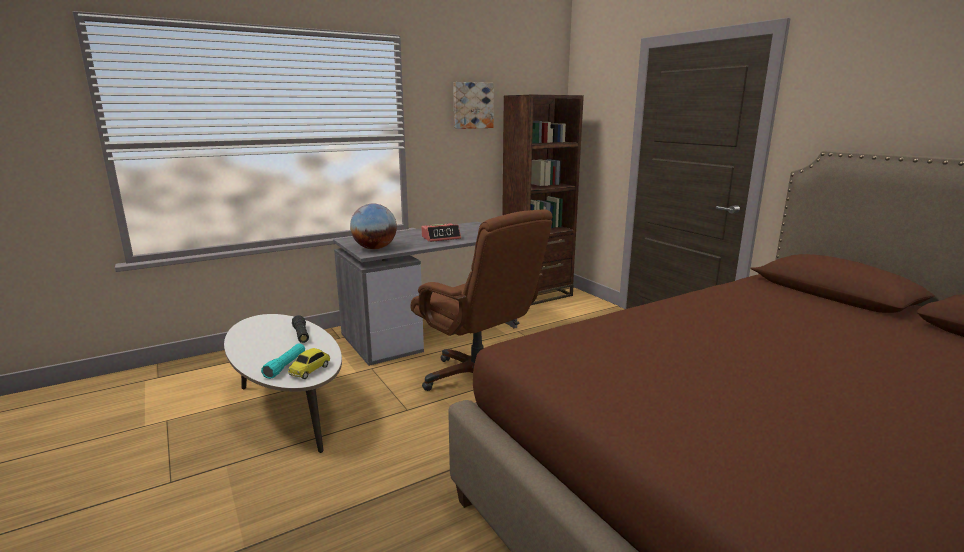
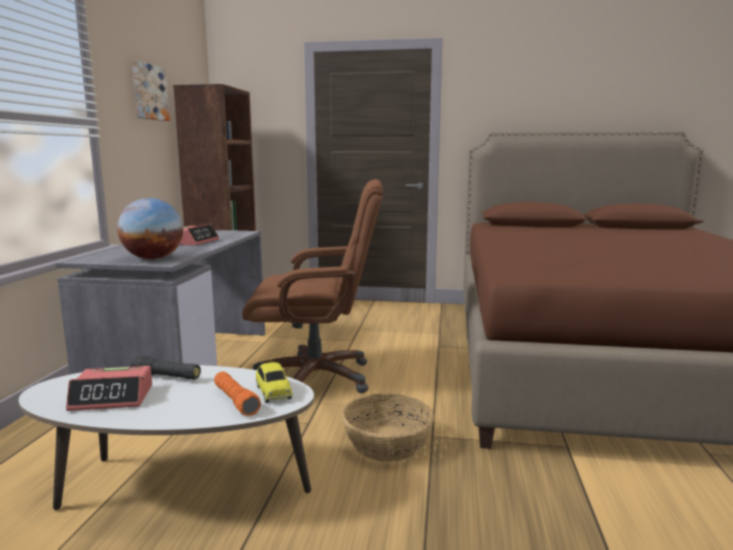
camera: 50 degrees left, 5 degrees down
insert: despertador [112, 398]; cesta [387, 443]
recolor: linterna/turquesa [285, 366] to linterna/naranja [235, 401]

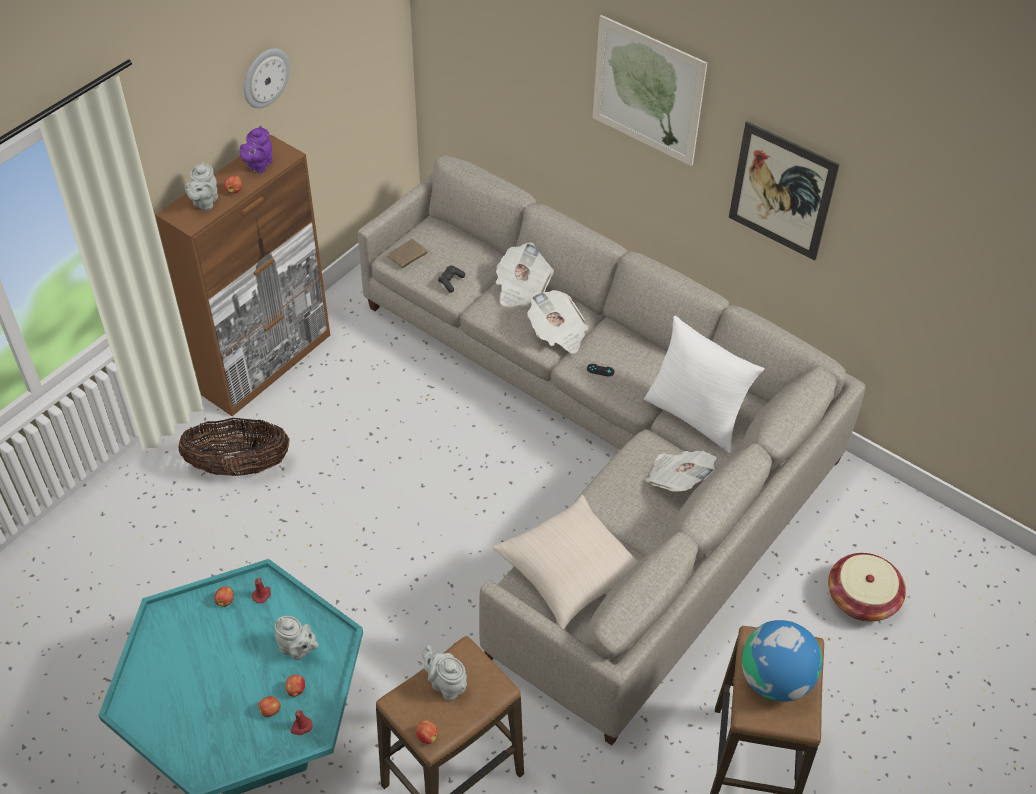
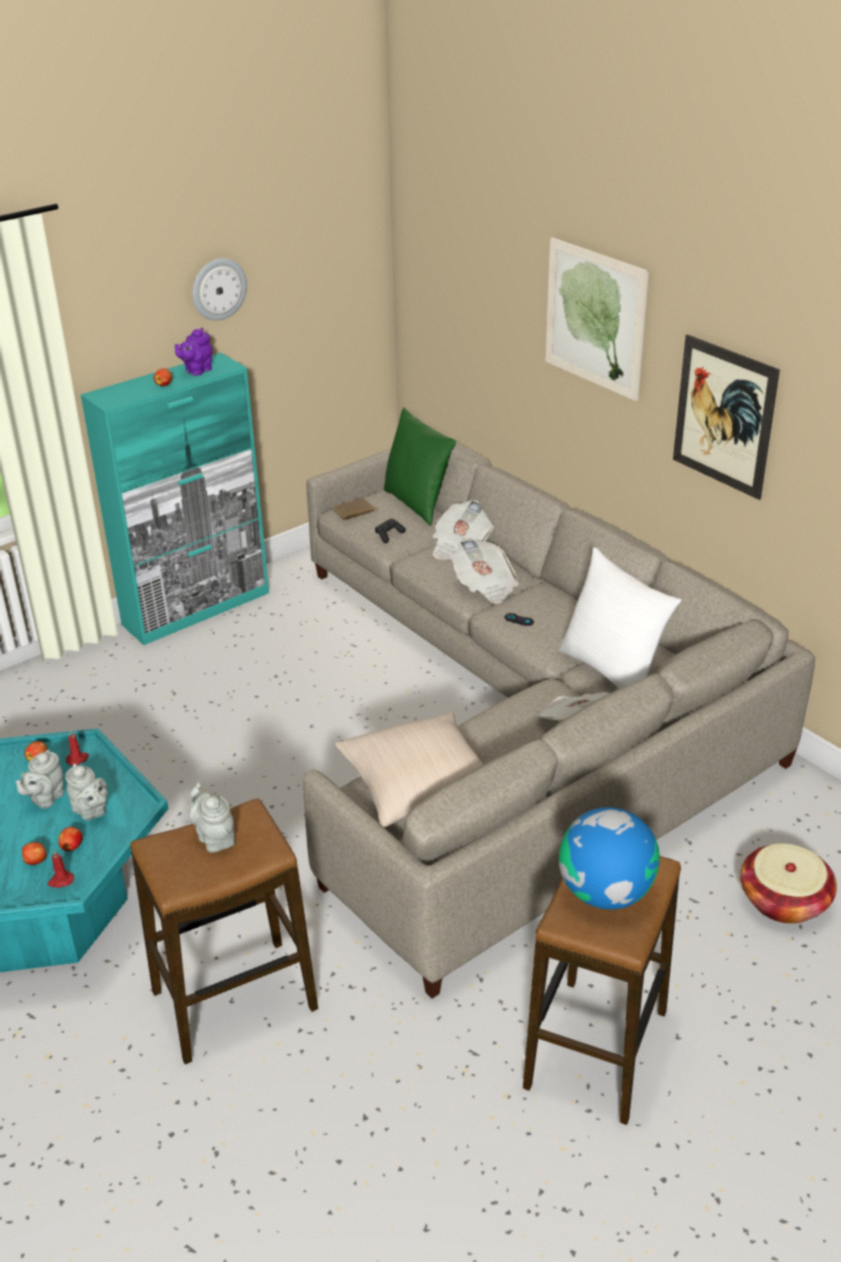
camera: 15 degrees right, 15 degrees down
delete: cesta [239, 466]; manzana [427, 736]
insert: cojín/verde [417, 504]
move: tetera/gris [204, 203] to [45, 798]
recolor: armario/marrón [268, 364] to armario/turquesa [197, 608]

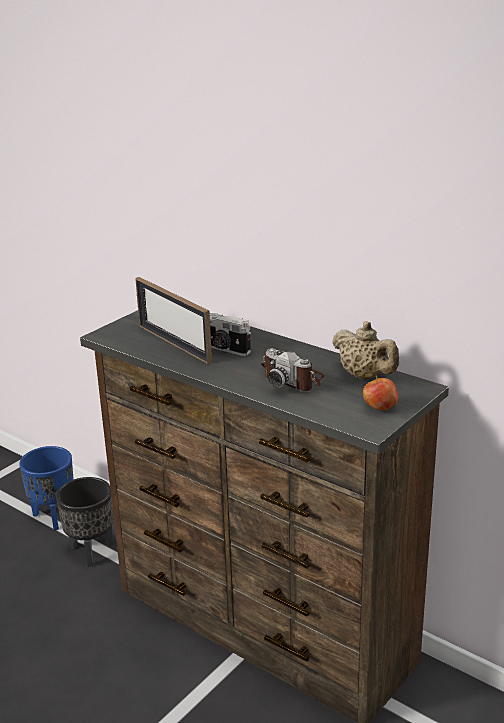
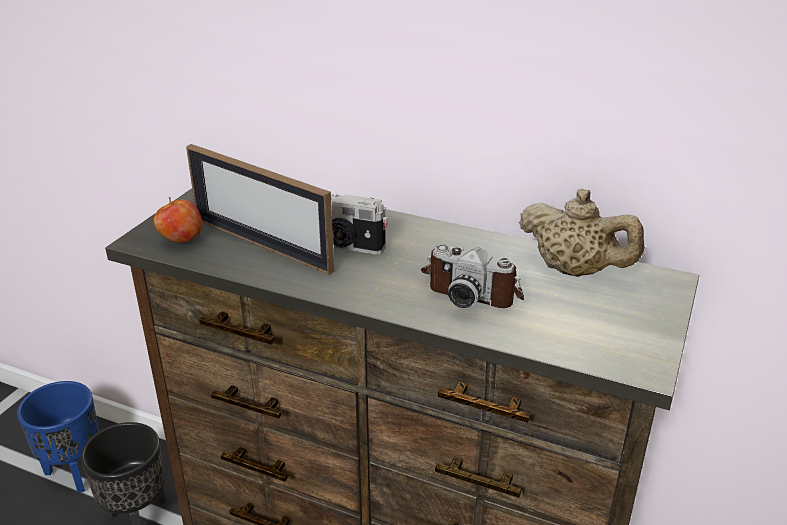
camera: 15 degrees left, 5 degrees up
move: manzana [379, 408] to [181, 240]

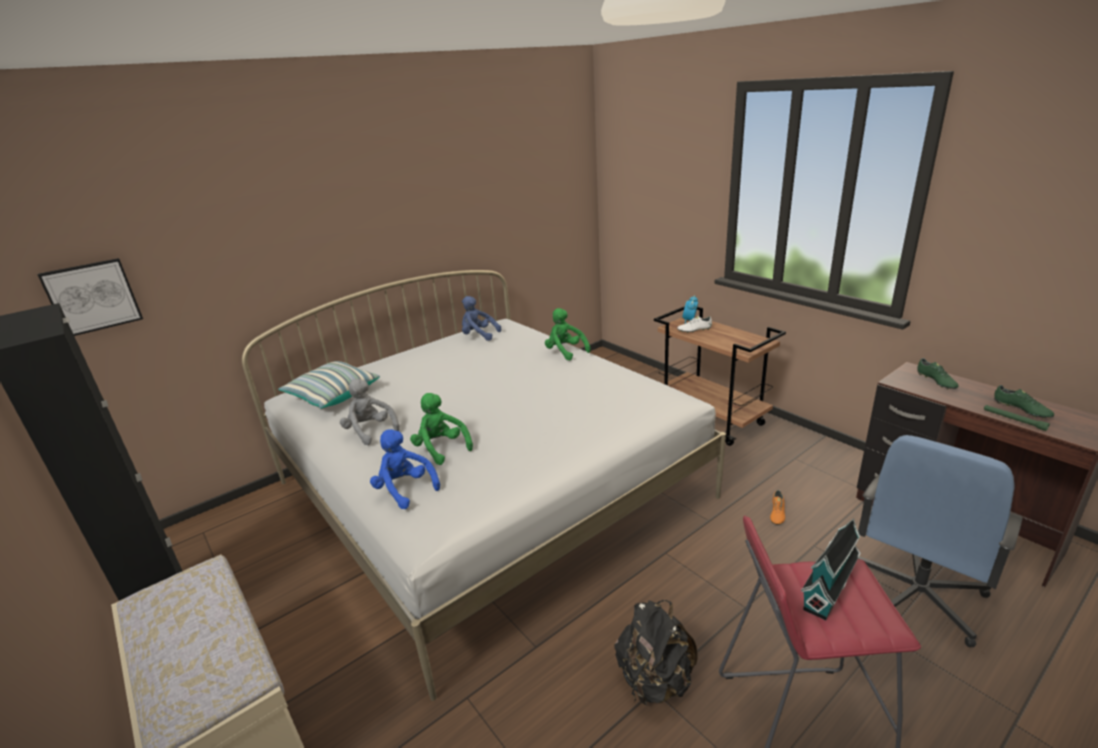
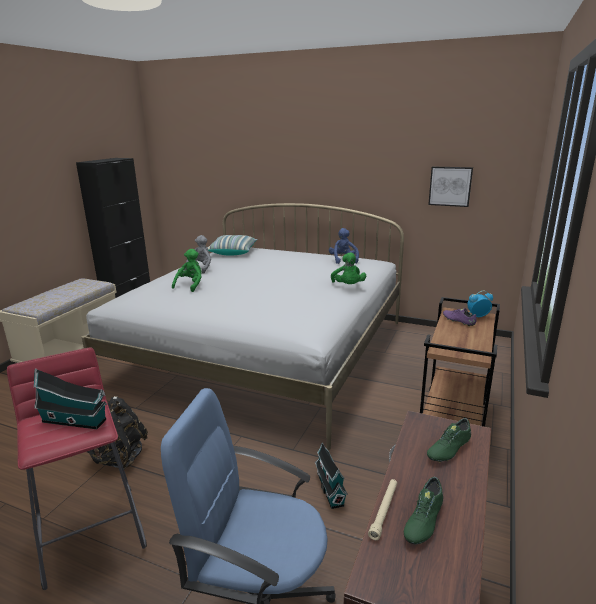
camera: 60 degrees right, 5 degrees down
delete: peluche/azul [405, 489]
move: cuadro [92, 296] to [450, 186]
replace: zapato/naranja [776, 514] to casita [329, 488]
recolor: zapato/blanco [694, 330] to zapato/morado [458, 321]; linterna/verde [1014, 420] to linterna/beis [384, 511]
rotate: peluche/verde [565, 352] = [348, 286] 150 degrees clockwise

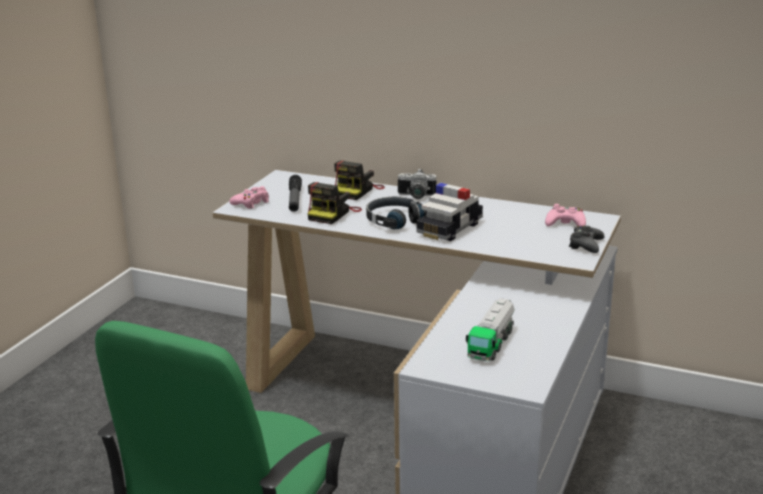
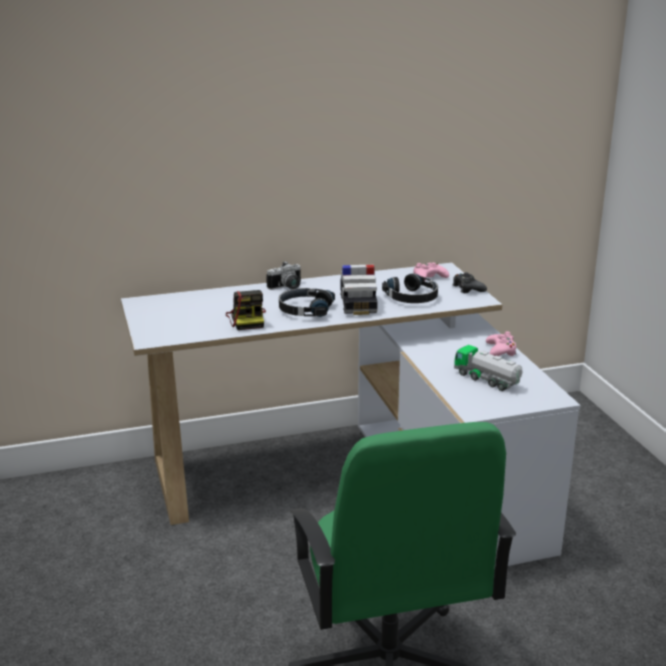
camera: 40 degrees left, 0 degrees up
delete: linterna [295, 199]; cámara [357, 191]
insert: auriculares/negro [412, 297]
move: mando de consola/rosa [251, 203] to [501, 350]
rotate: camión de juguete [491, 343] = [487, 380] 150 degrees clockwise

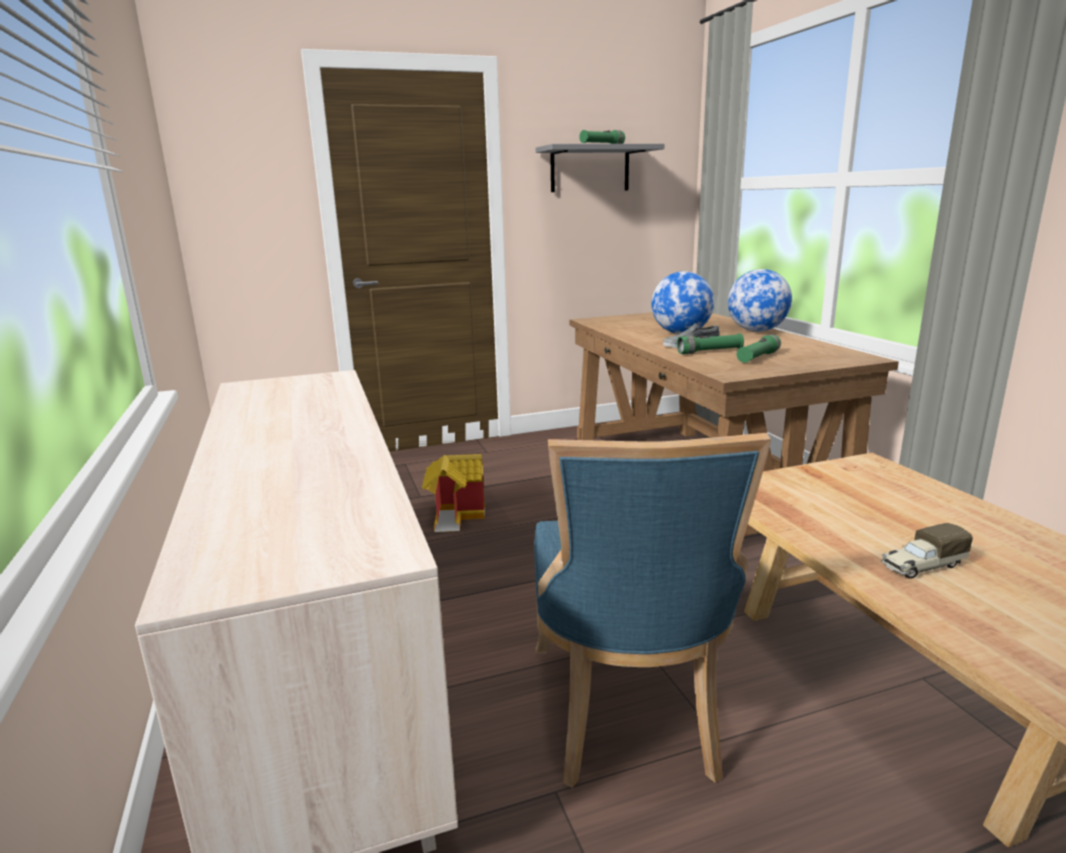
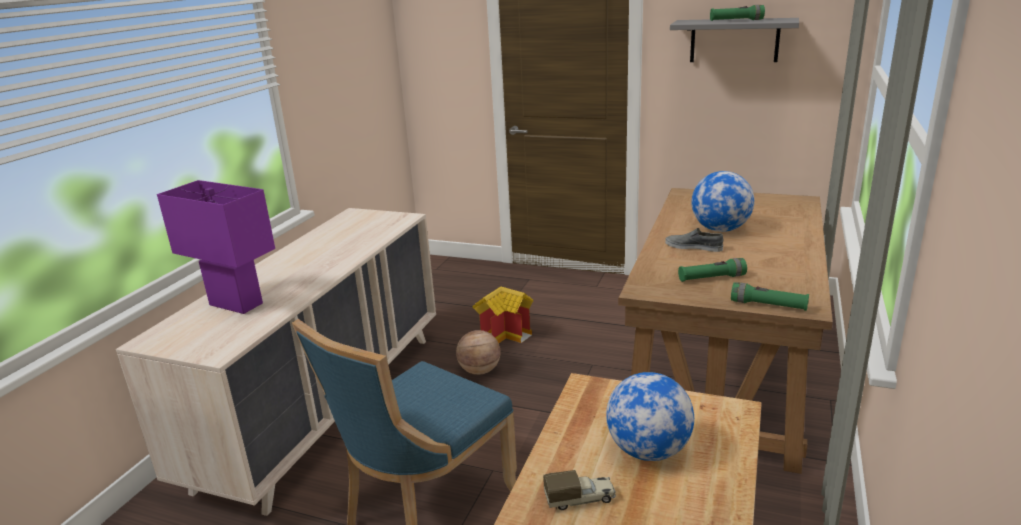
camera: 40 degrees right, 5 degrees up
insert: lámpara de mesa/morado [236, 304]; balón de baloncesto [479, 371]
move: linterna/verde [710, 352] to [768, 305]; globo terráqueo [756, 331] to [648, 451]
rotate: camión de juguete [921, 566] = [580, 499] 150 degrees clockwise

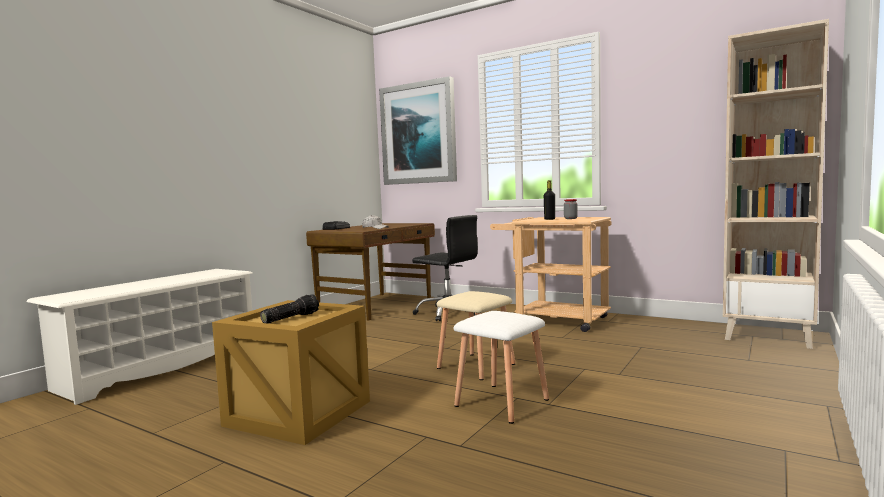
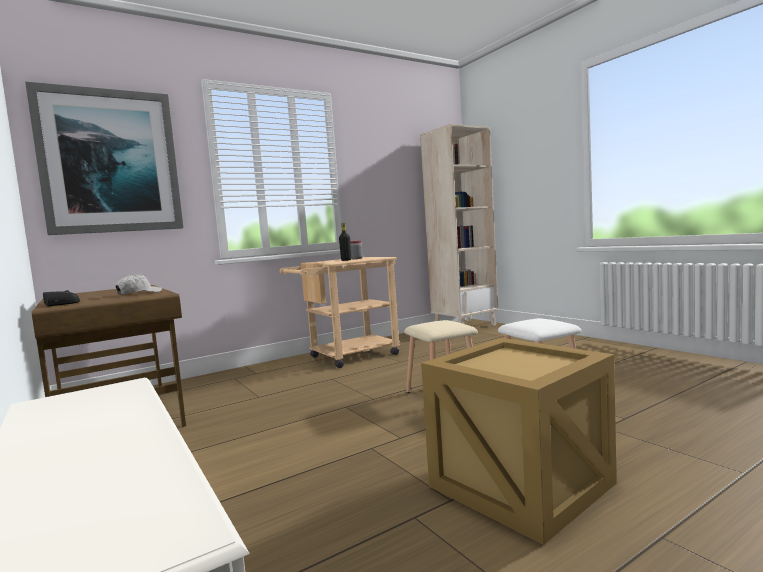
camera: 65 degrees left, 0 degrees up
delete: linterna [290, 318]; silla de oficina/negro [448, 313]

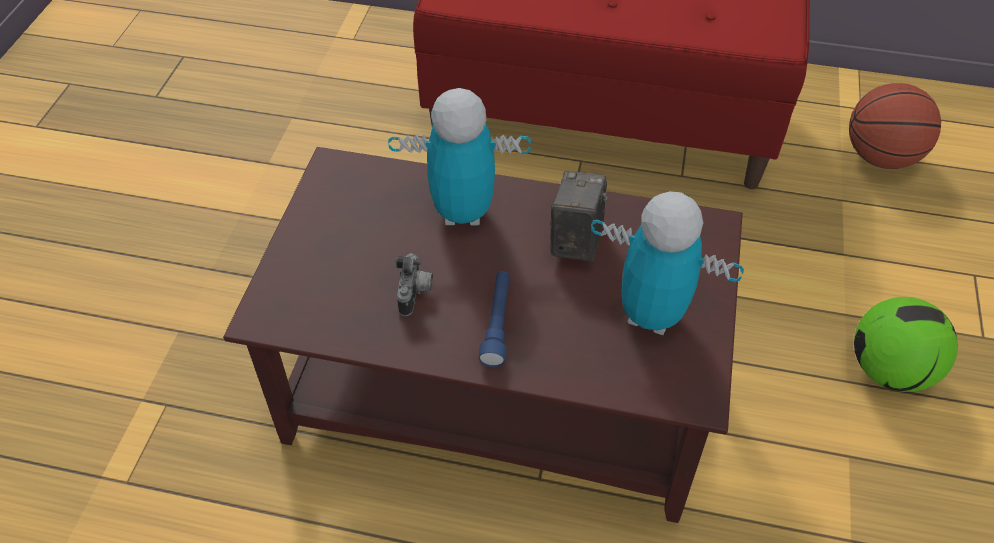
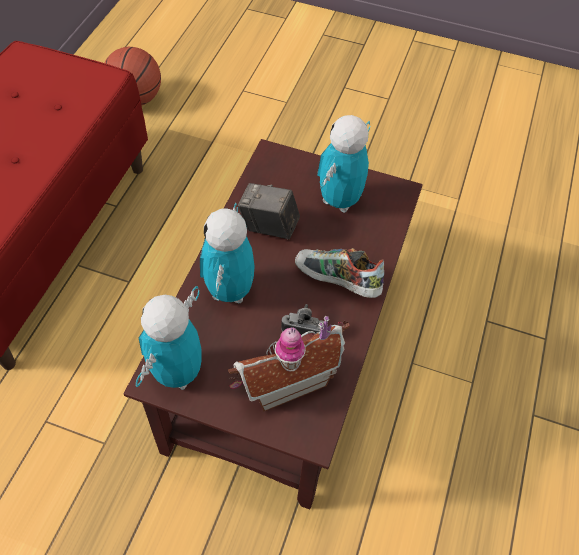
camera: 85 degrees left, 5 degrees up
delete: balón de fútbol [889, 370]
insert: robot de juguete [177, 373]; casita [284, 380]
replace: linterna/azul [497, 323] to zapato [336, 282]

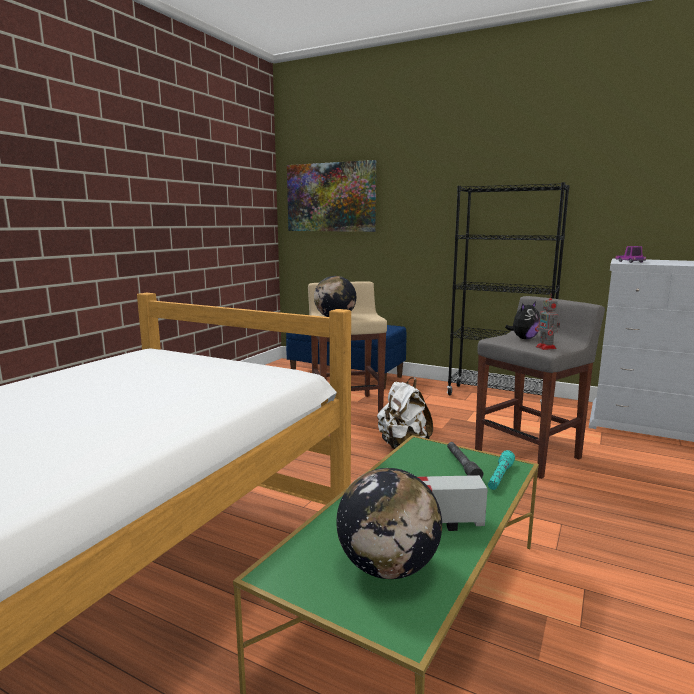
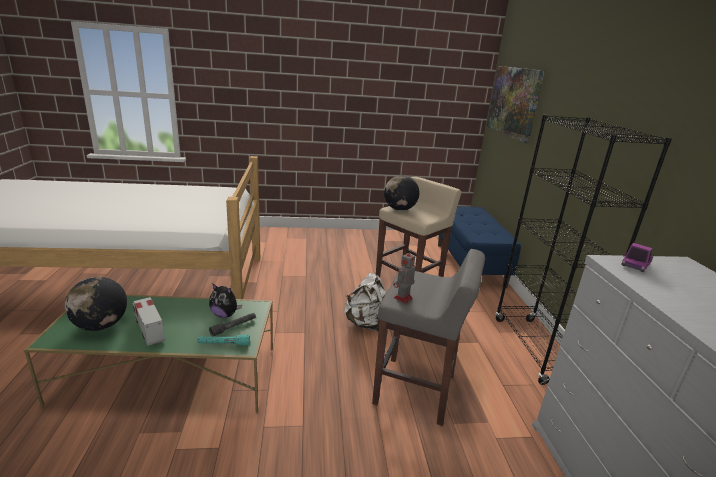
camera: 55 degrees right, 10 degrees up
move: peluche [523, 338] to [225, 315]

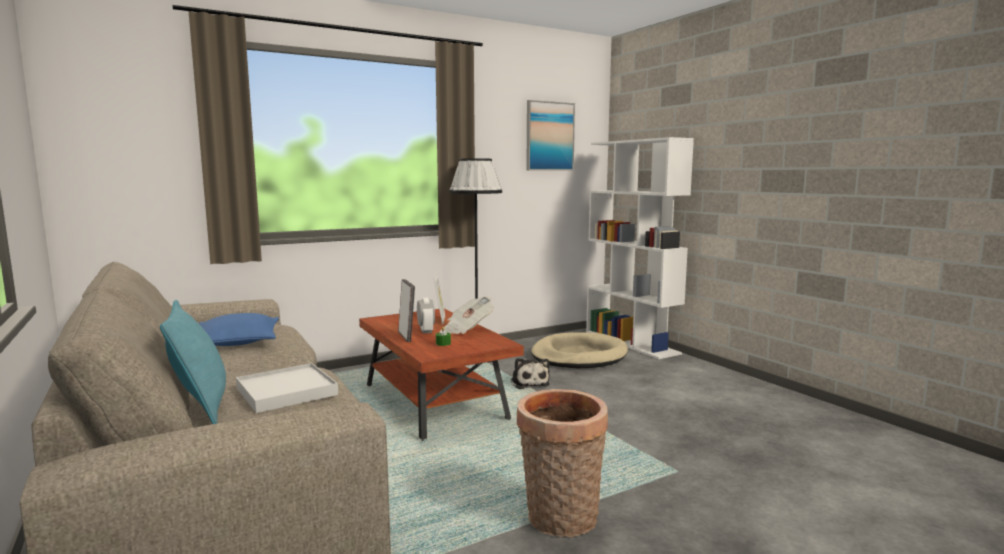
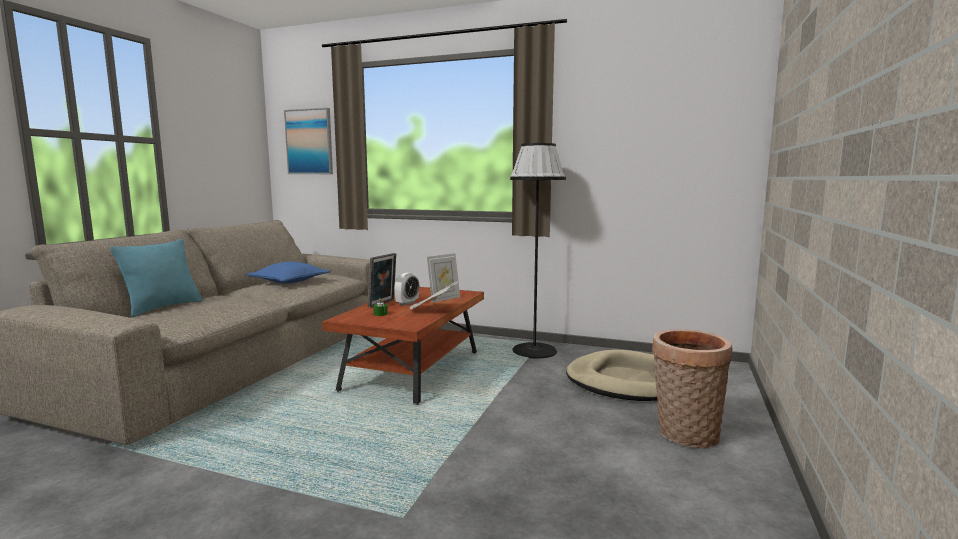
camera: 50 degrees right, 0 degrees up
delete: bandeja/blanco [286, 391]; peluche [529, 383]; estantería/blanco [631, 342]
move: cesta [560, 521] to [684, 435]; cuadro [549, 136] to [309, 142]

